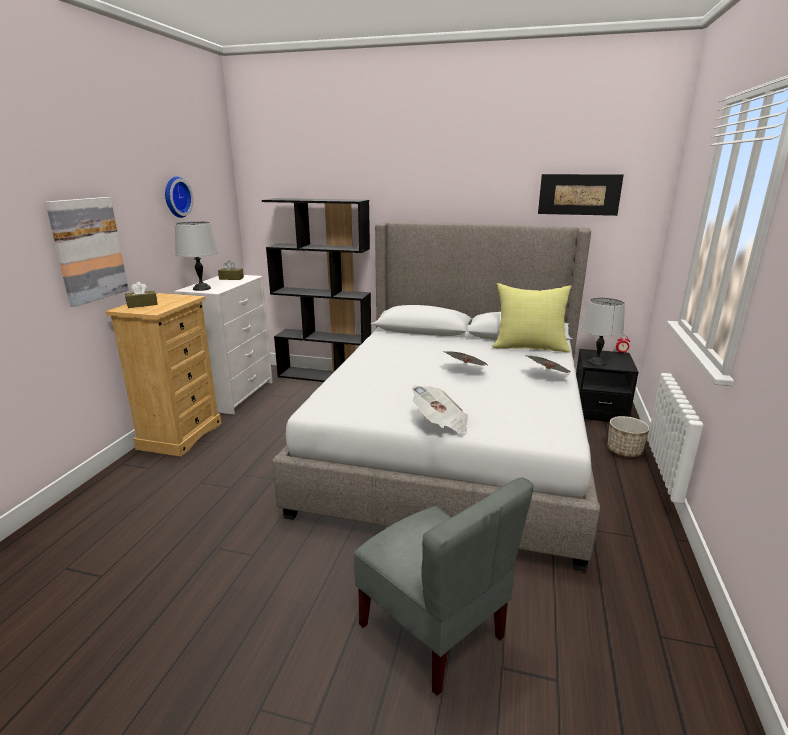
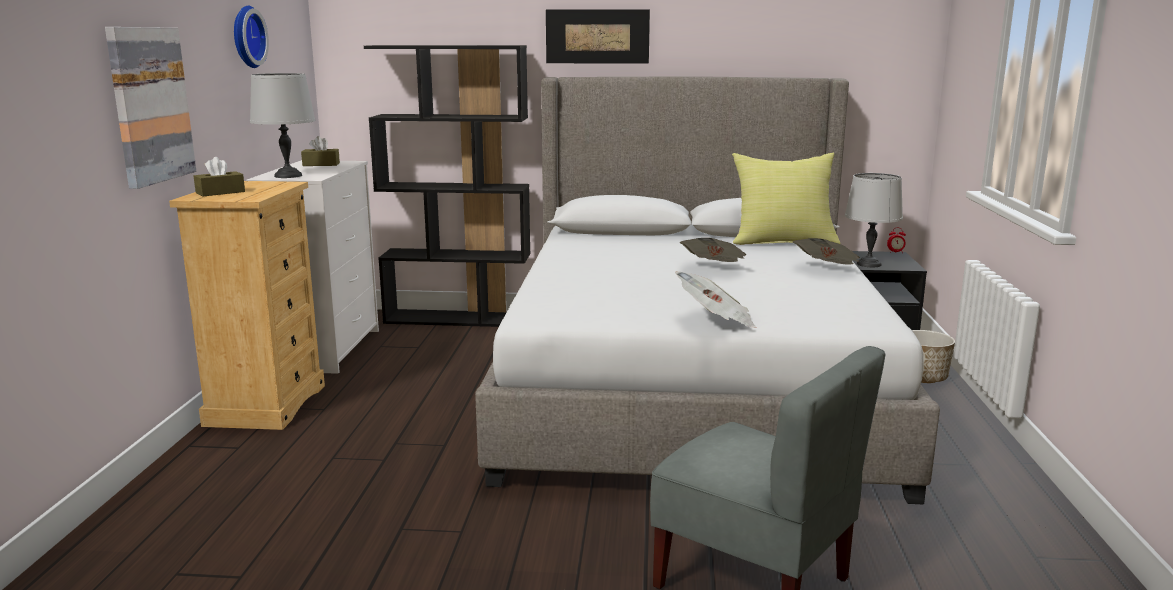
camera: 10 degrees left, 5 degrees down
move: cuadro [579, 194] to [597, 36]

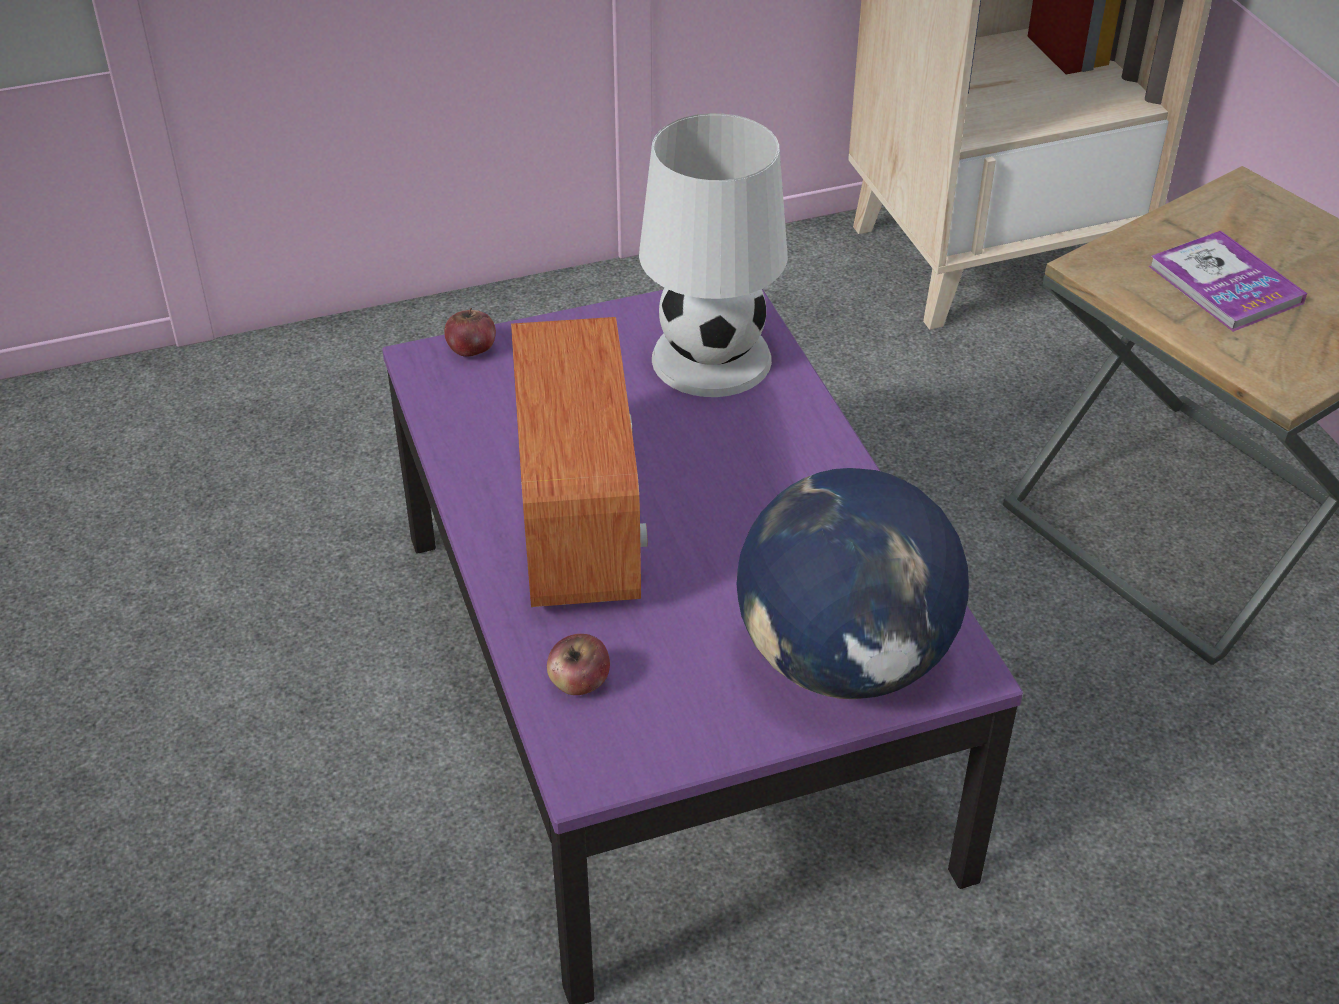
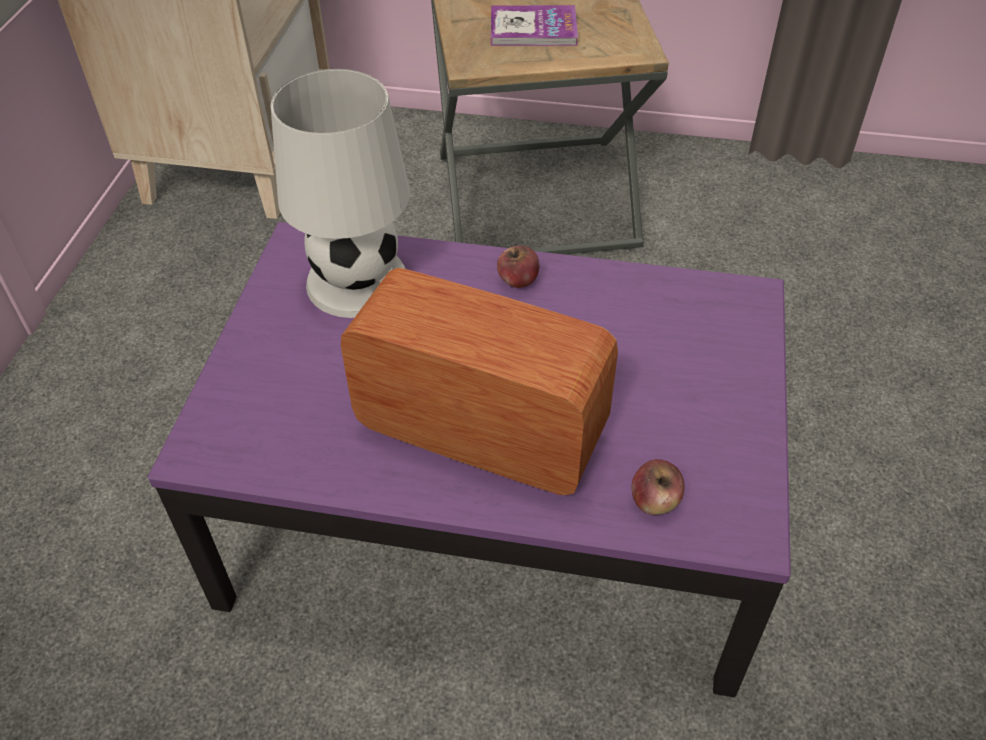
camera: 60 degrees left, 5 degrees up
delete: globo terráqueo [845, 660]
move: manzana [471, 350] to [518, 280]

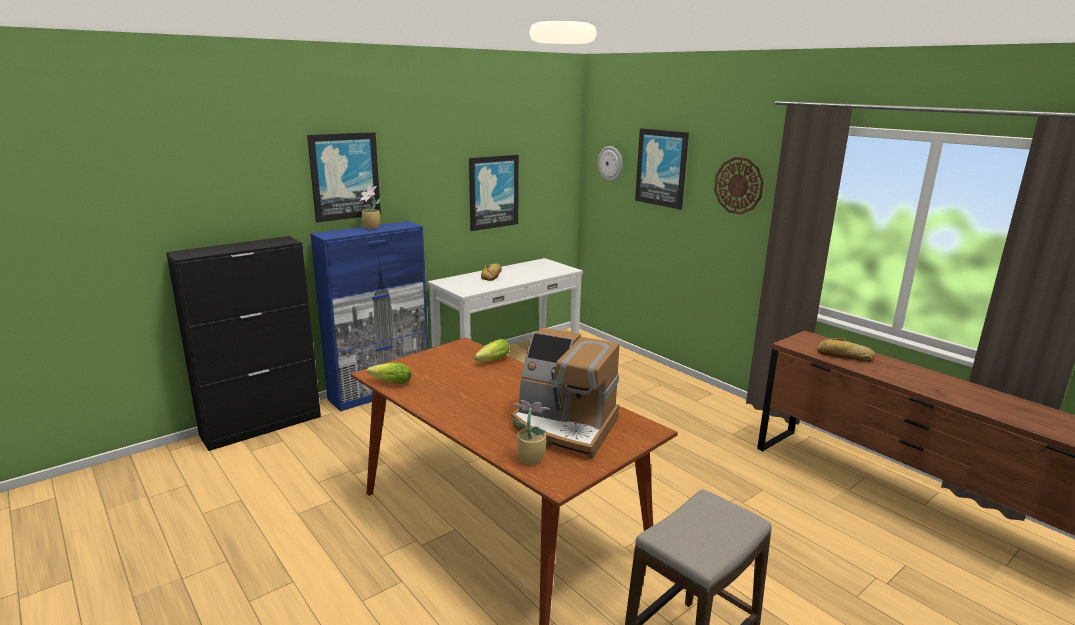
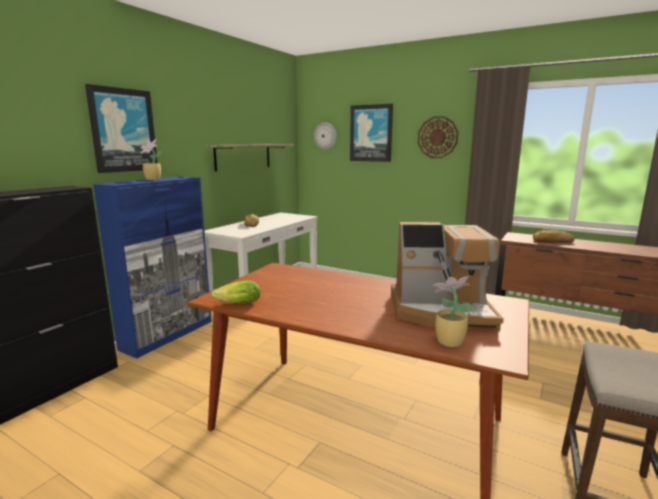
camera: 20 degrees left, 5 degrees down
delete: lechuga [491, 361]
replace: cuadro [493, 192] to estante [243, 156]

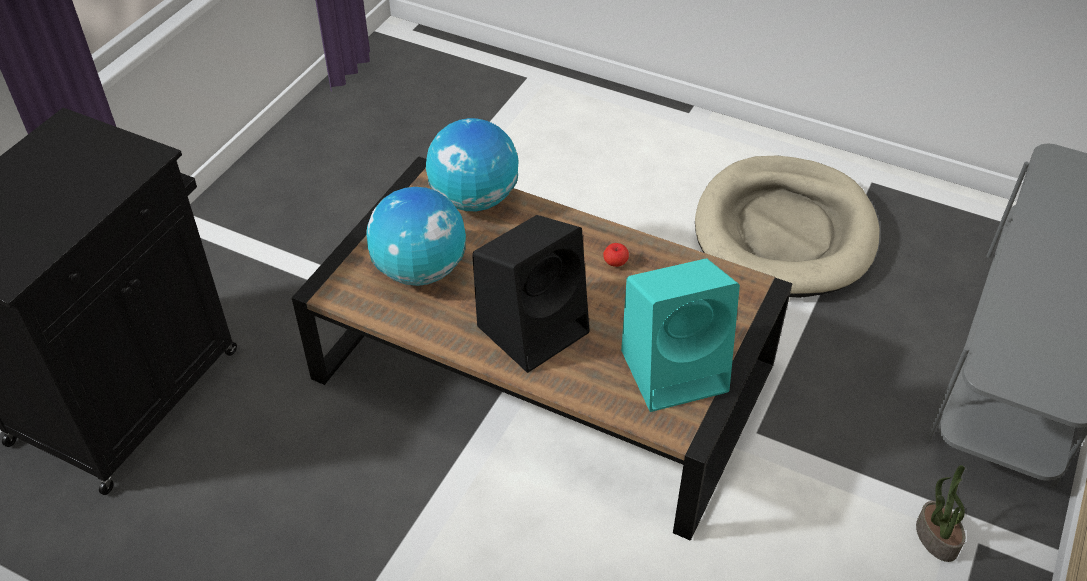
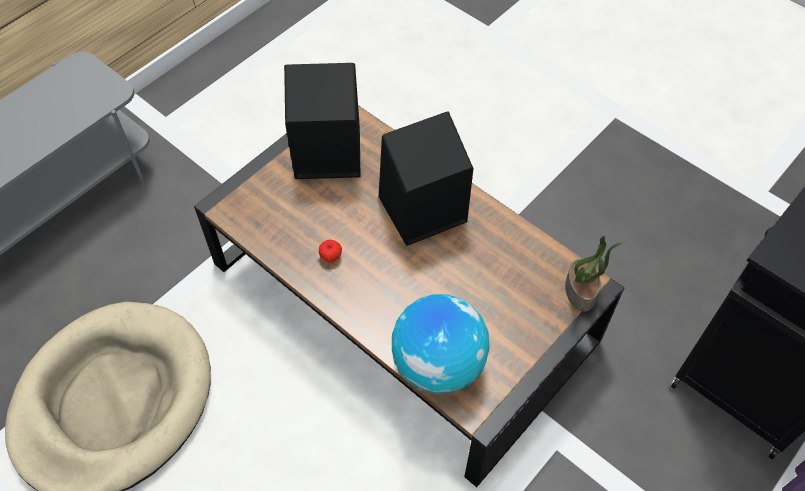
camera: 165 degrees left, 10 degrees up
delete: globo terráqueo [420, 270]
move: planta en maceta [935, 538] to [581, 291]
recolor: altavoz/turquesa [676, 369] to altavoz/negro [325, 154]

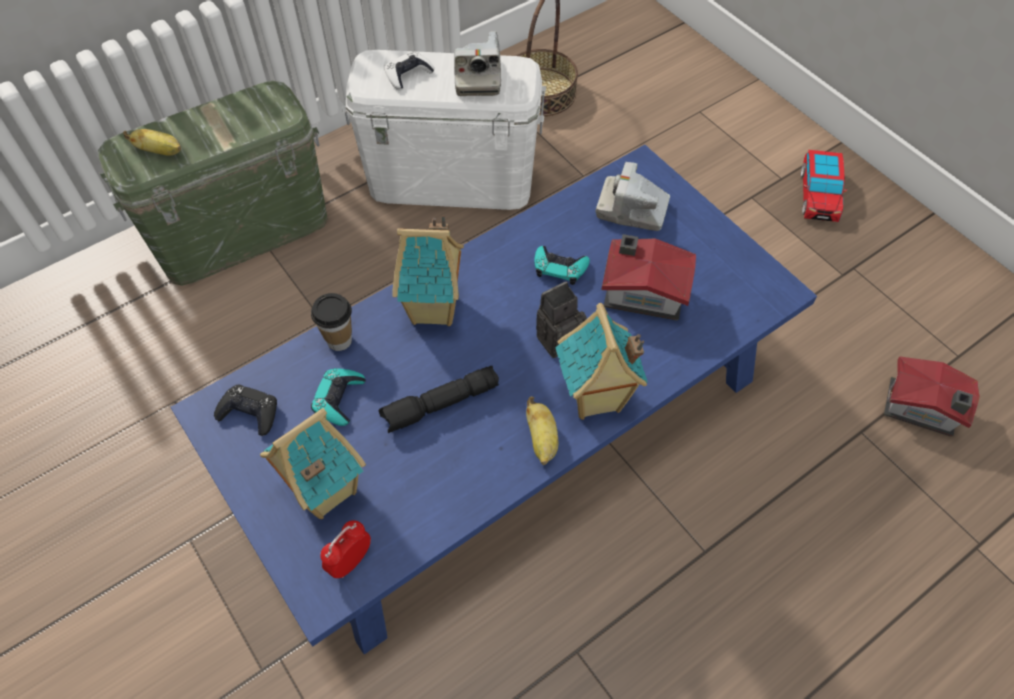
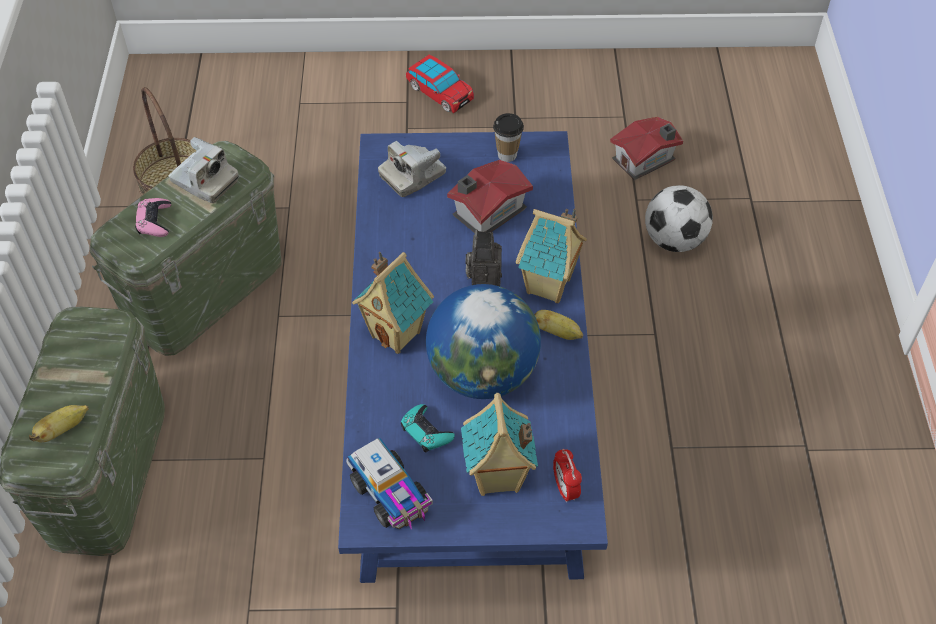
camera: 55 degrees left, 5 degrees down
delete: mando de consola/turquesa [559, 268]
insert: balón de fútbol [674, 240]
move: taza [339, 340] to [507, 155]
replace: mando de consola/negro [249, 413] to camión de juguete [390, 495]; linterna/negro [440, 405] to globo terráqueo [483, 374]
recolor: caja de almacenaje/blanco [452, 179] to caja de almacenaje/verde [205, 291]; mando de consola/blanco [408, 75] to mando de consola/rosa [154, 221]

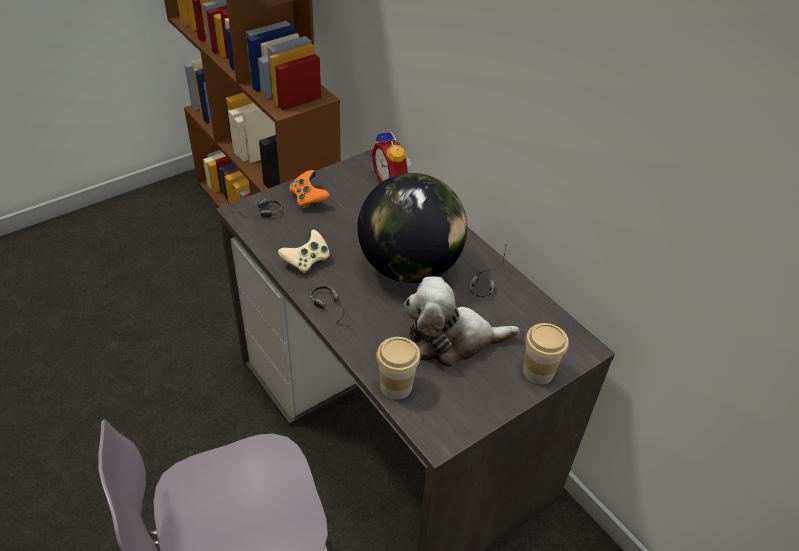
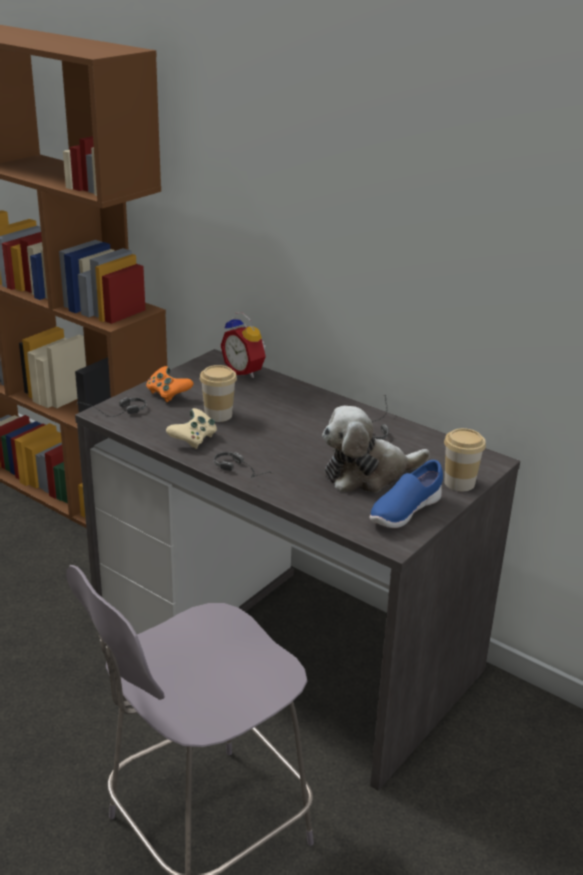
camera: 15 degrees left, 15 degrees down
delete: globo terráqueo [409, 267]
insert: zapato/azul [404, 512]
move: taza [396, 386] to [218, 415]

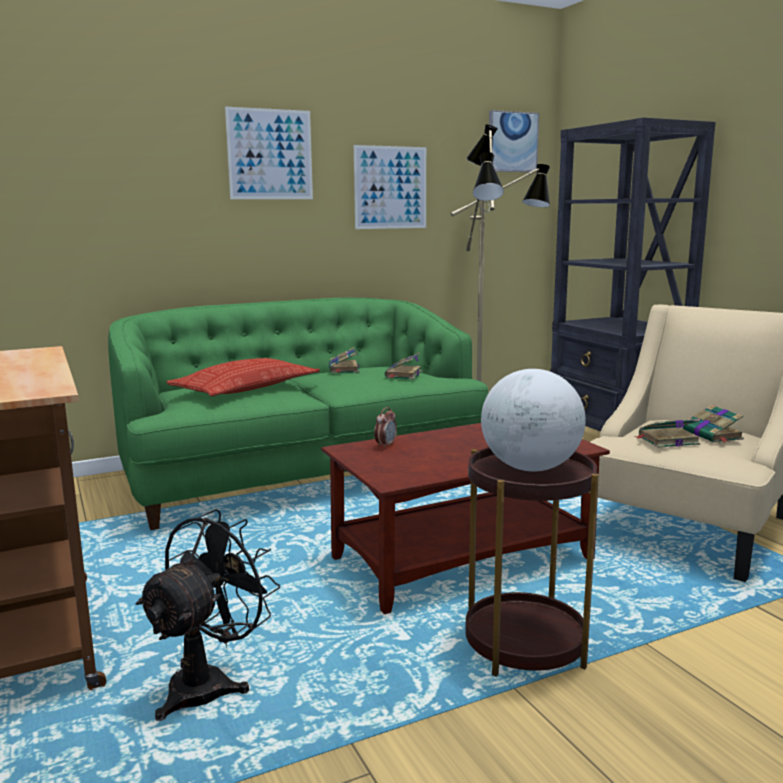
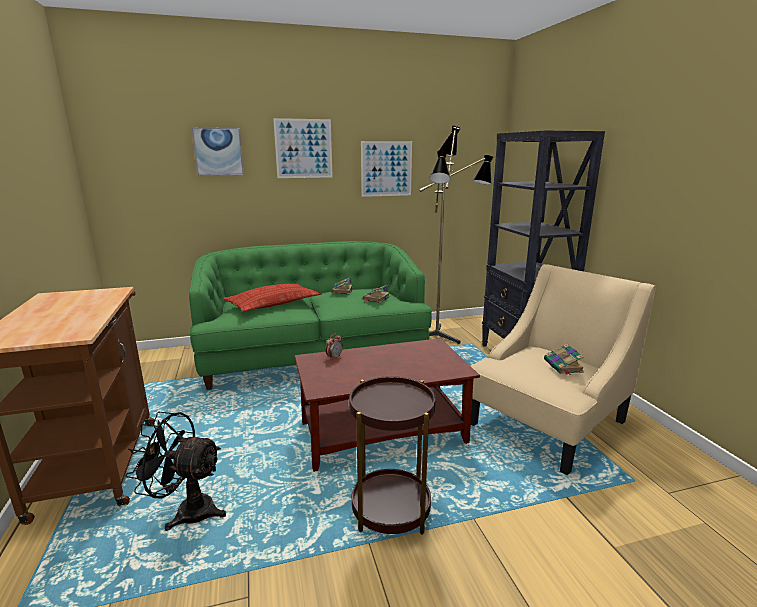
camera: 10 degrees right, 5 degrees up
delete: globo terráqueo [530, 468]; libro [667, 440]
move: cuadro [512, 142] to [218, 151]
rotate: ventilador/negro [209, 683] = [187, 511] 120 degrees counterclockwise

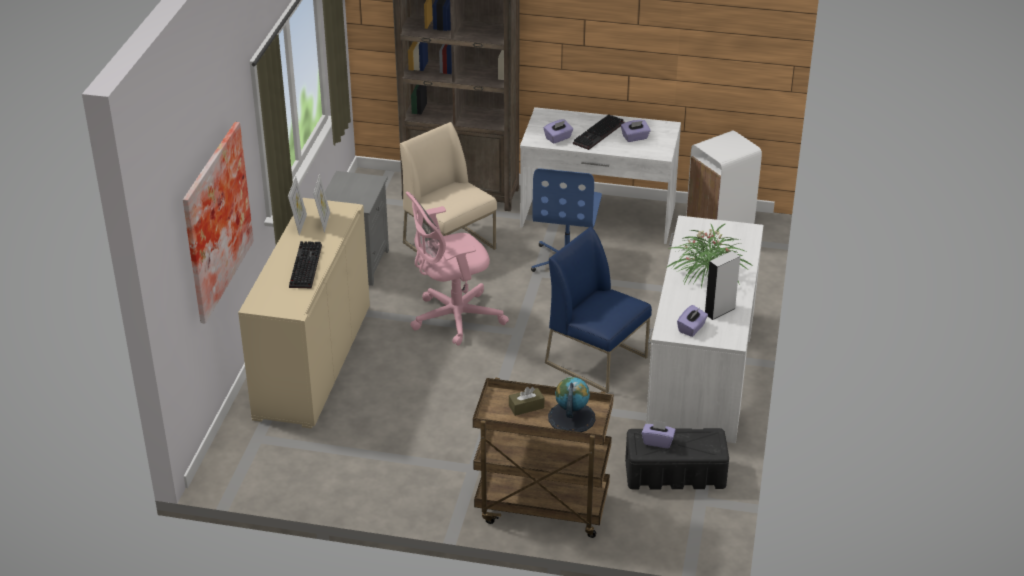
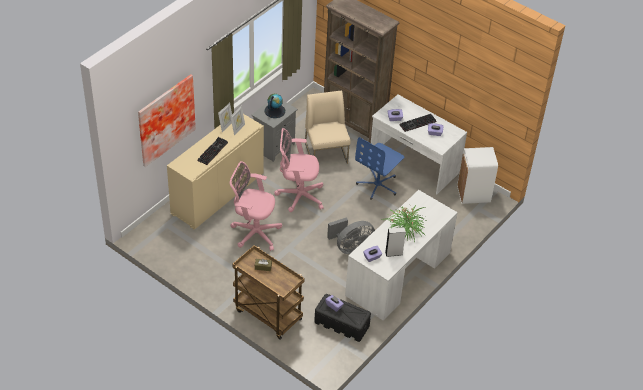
camera: 25 degrees right, 10 degrees up
insert: silla de oficina/rosa [254, 232]
move: globo terráqueo [571, 417] to [274, 111]
replace: silla/azul [597, 360] to ventilador/gris [351, 247]

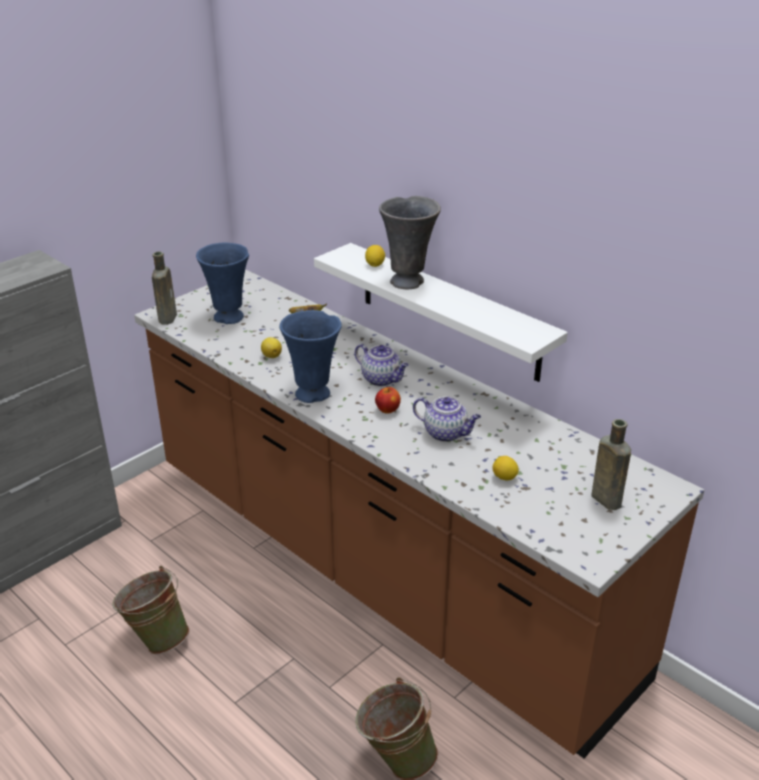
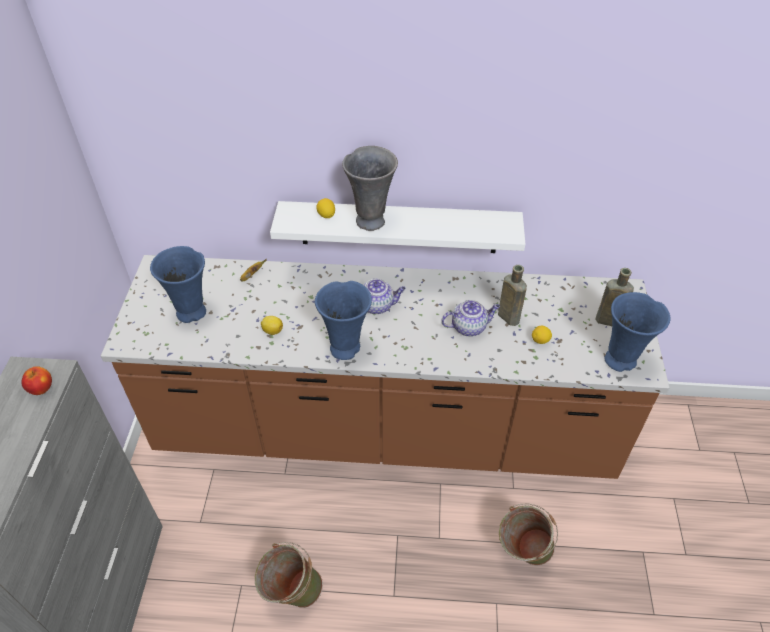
camera: 40 degrees left, 15 degrees up
insert: florero/azul [621, 361]
move: botella/marrón [168, 317] to [507, 316]; manzana [387, 410] to [41, 388]

